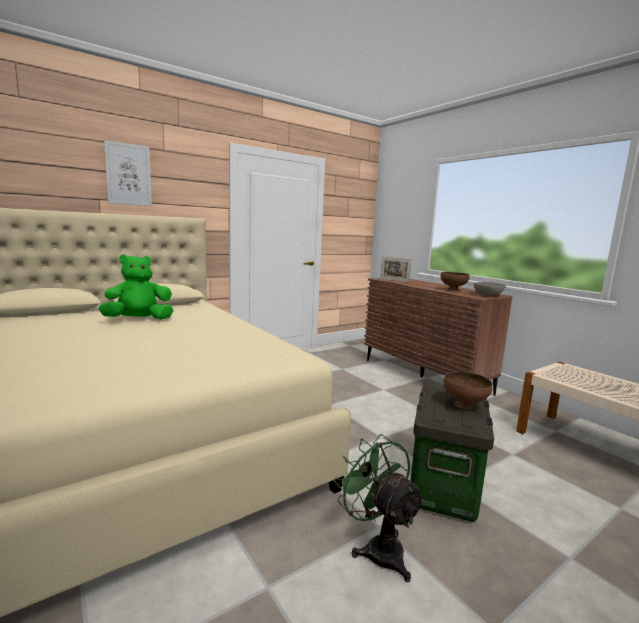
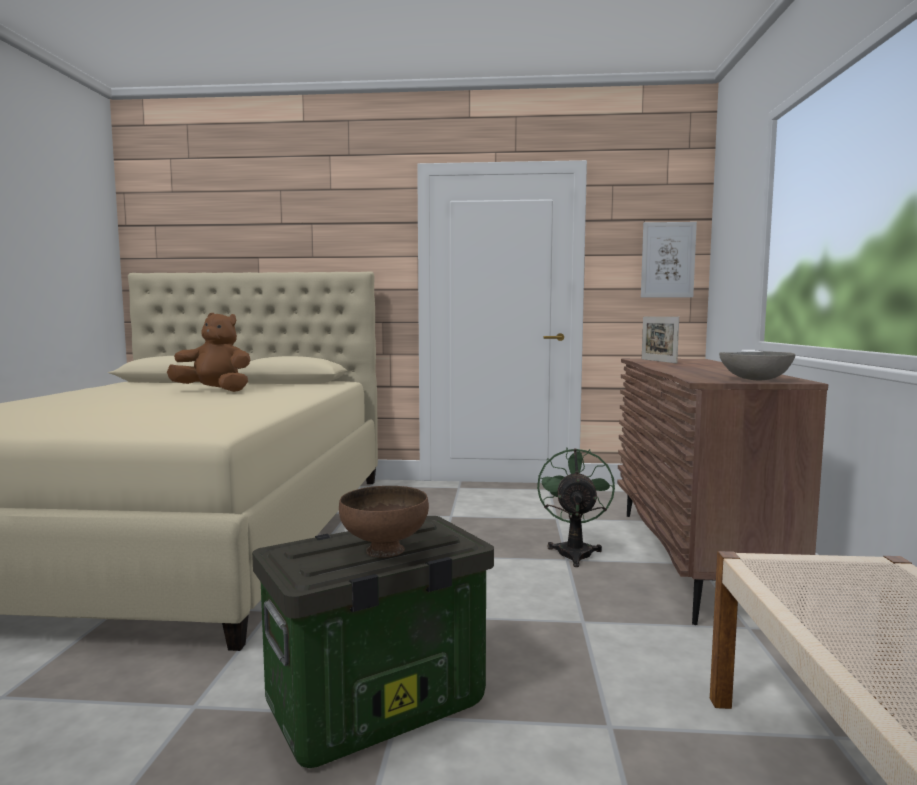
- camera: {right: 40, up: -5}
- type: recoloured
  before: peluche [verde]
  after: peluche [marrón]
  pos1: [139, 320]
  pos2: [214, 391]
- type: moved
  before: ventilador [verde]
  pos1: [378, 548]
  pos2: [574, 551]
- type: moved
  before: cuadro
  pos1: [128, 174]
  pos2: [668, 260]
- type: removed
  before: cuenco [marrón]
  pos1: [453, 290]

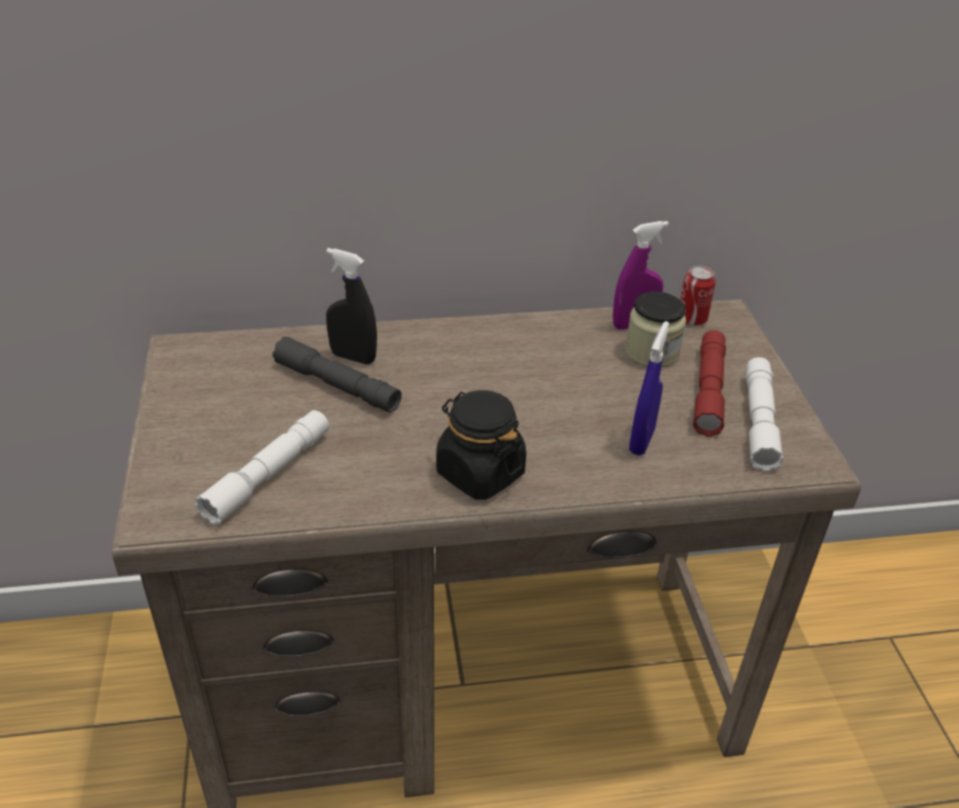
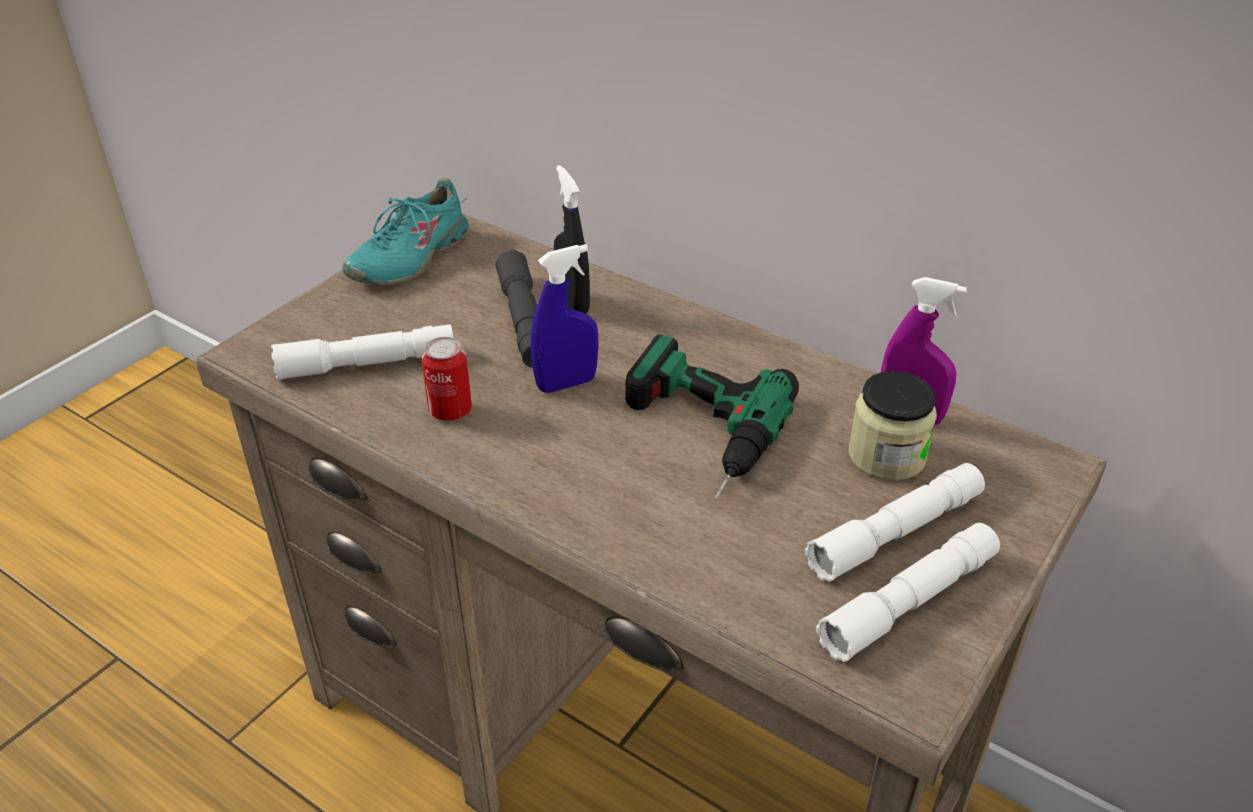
- camera: {right: 45, up: 0}
- type: added
  after: zapato [turquesa]
  pos2: [409, 258]
- type: moved
  before: lata
  pos1: [692, 319]
  pos2: [450, 410]
- type: moved
  before: pulverizador [azul]
  pos1: [641, 441]
  pos2: [566, 384]
- type: added
  after: taladro
  pos2: [693, 433]
- type: recoloured
  before: linterna [rojo]
  after: linterna [blanco]
  pos1: [708, 391]
  pos2: [895, 533]
- type: removed
  before: tarro [negro]
  pos1: [479, 473]

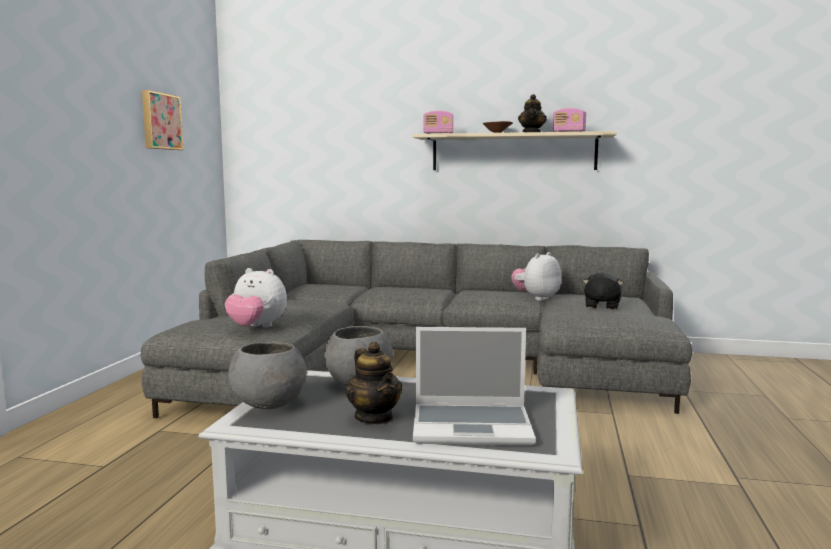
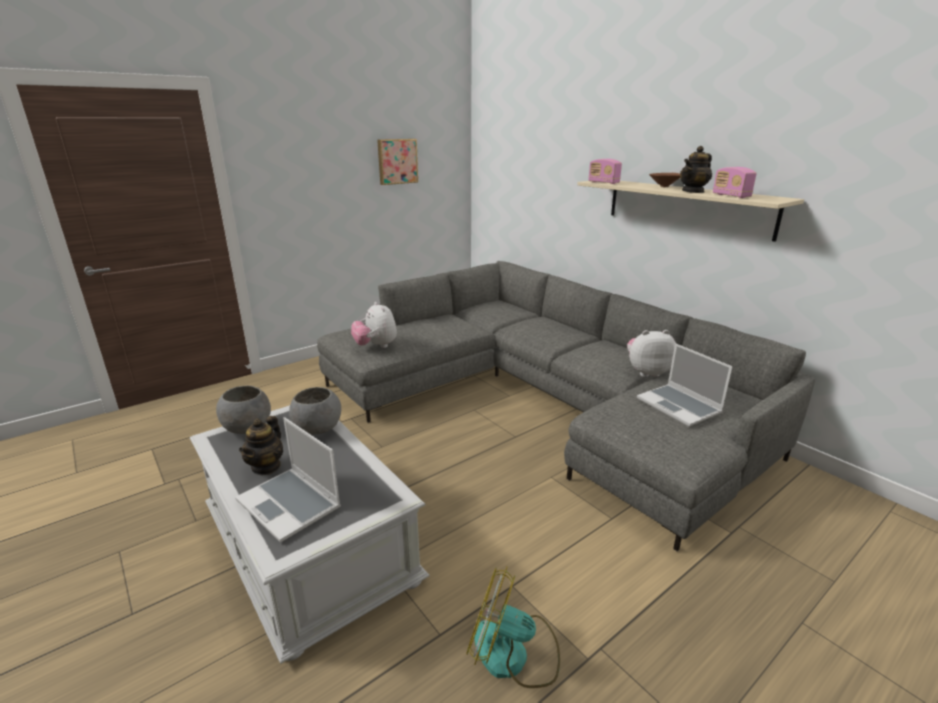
- camera: {right: 40, up: 15}
- type: added
  after: ventilador
  pos2: [513, 654]
- type: replaced
  before: peluche [negro]
  after: portátil
  pos1: [601, 306]
  pos2: [679, 406]

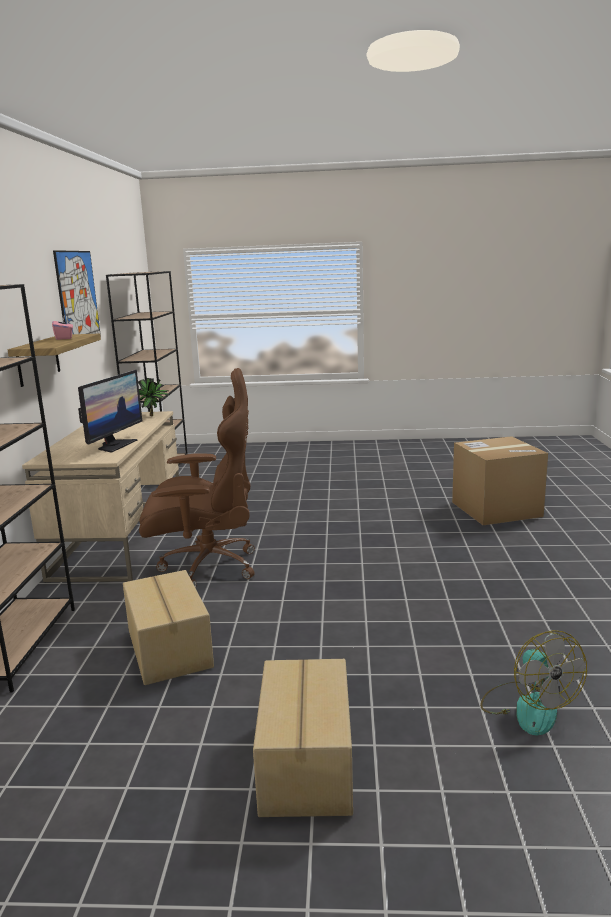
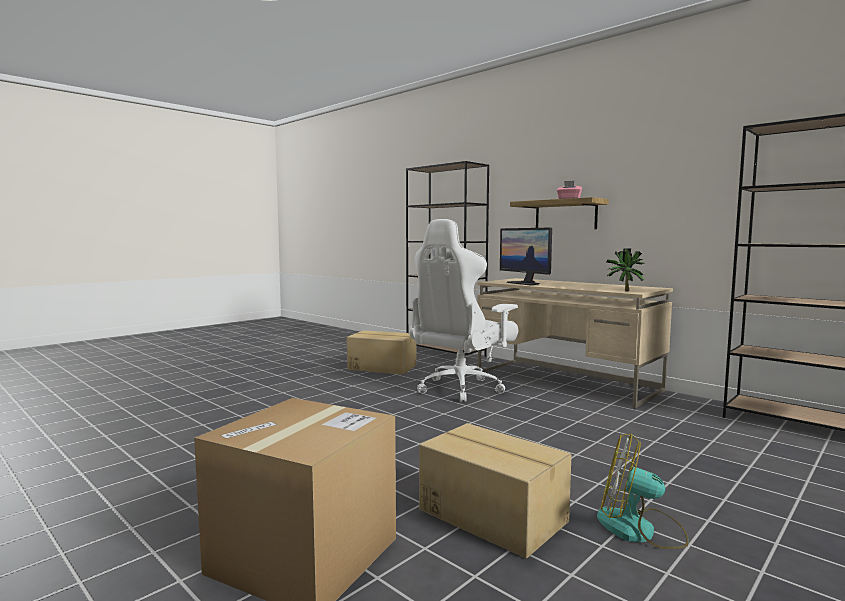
- camera: {right: 130, up: -10}
- type: recoloured
  before: silla de oficina [marrón]
  after: silla de oficina [blanco]
  pos1: [203, 568]
  pos2: [463, 387]
- type: moved
  before: caja de cartón
  pos1: [304, 763]
  pos2: [493, 515]
- type: moved
  before: ventilador
  pos1: [527, 707]
  pos2: [639, 529]
- type: removed
  before: cuadro
  pos1: [78, 297]

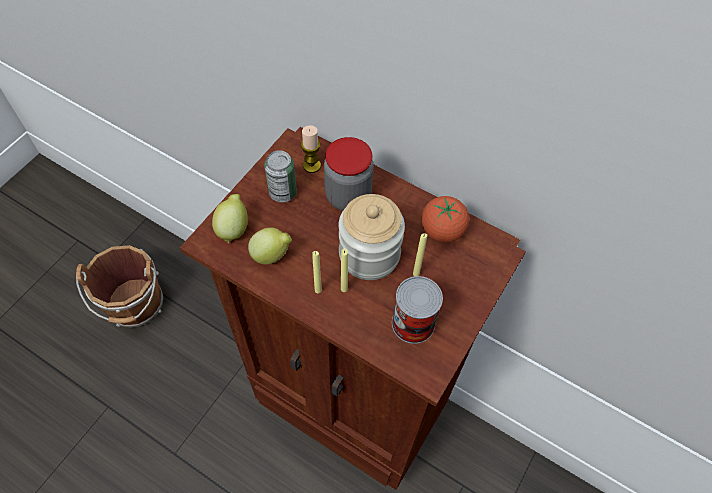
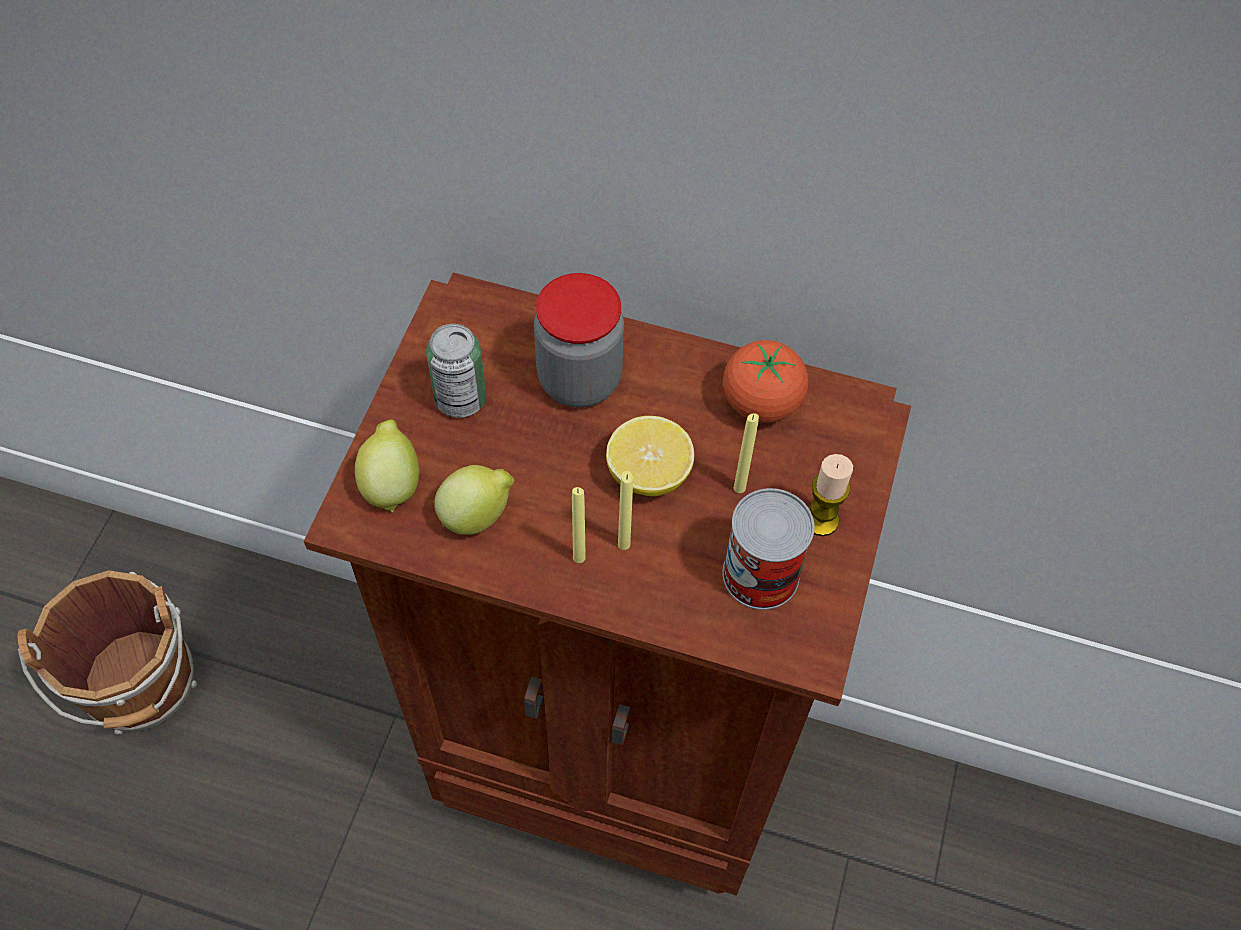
- camera: {right: -15, up: 0}
- type: replaced
  before: tarro
  after: limón
  pos1: [369, 254]
  pos2: [649, 473]
- type: moved
  before: vela
  pos1: [311, 165]
  pos2: [820, 520]

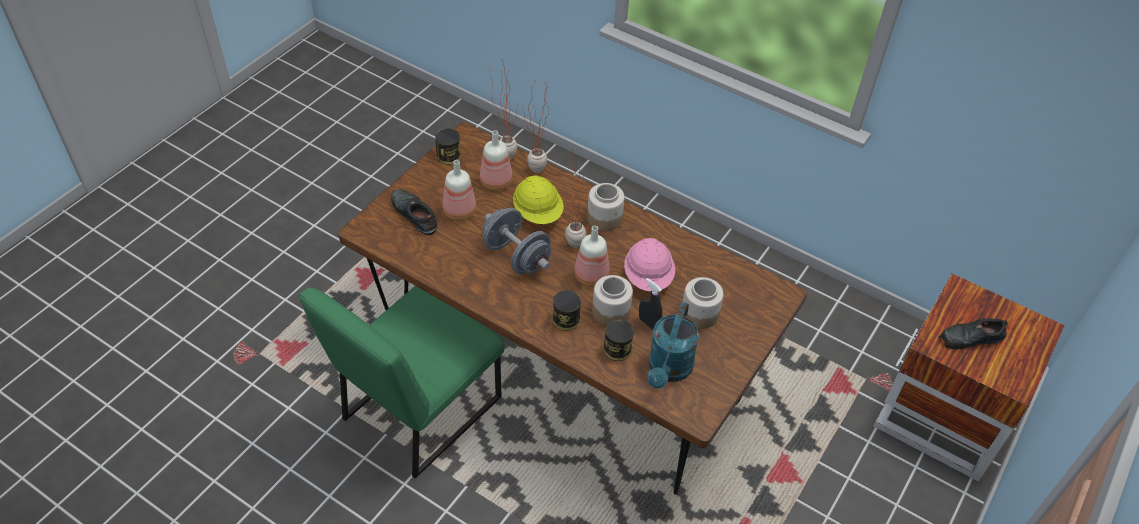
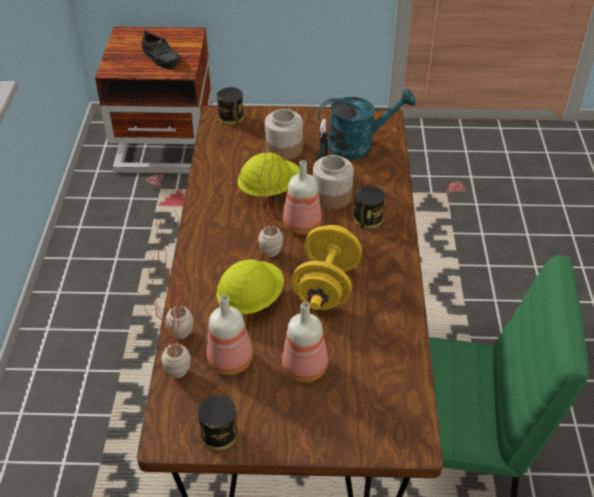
- camera: {right: -120, up: -5}
- type: moved
  before: lata
  pos1: [617, 349]
  pos2: [231, 117]
- type: recoloured
  before: casco [rosa]
  after: casco [amarillo]
  pos1: [648, 277]
  pos2: [269, 190]
- type: recoloured
  before: mancuerna [gris]
  after: mancuerna [amarillo]
  pos1: [516, 257]
  pos2: [326, 287]
- type: removed
  before: zapato [negro]
  pos1: [414, 214]
- type: removed
  before: tarro
  pos1: [605, 218]

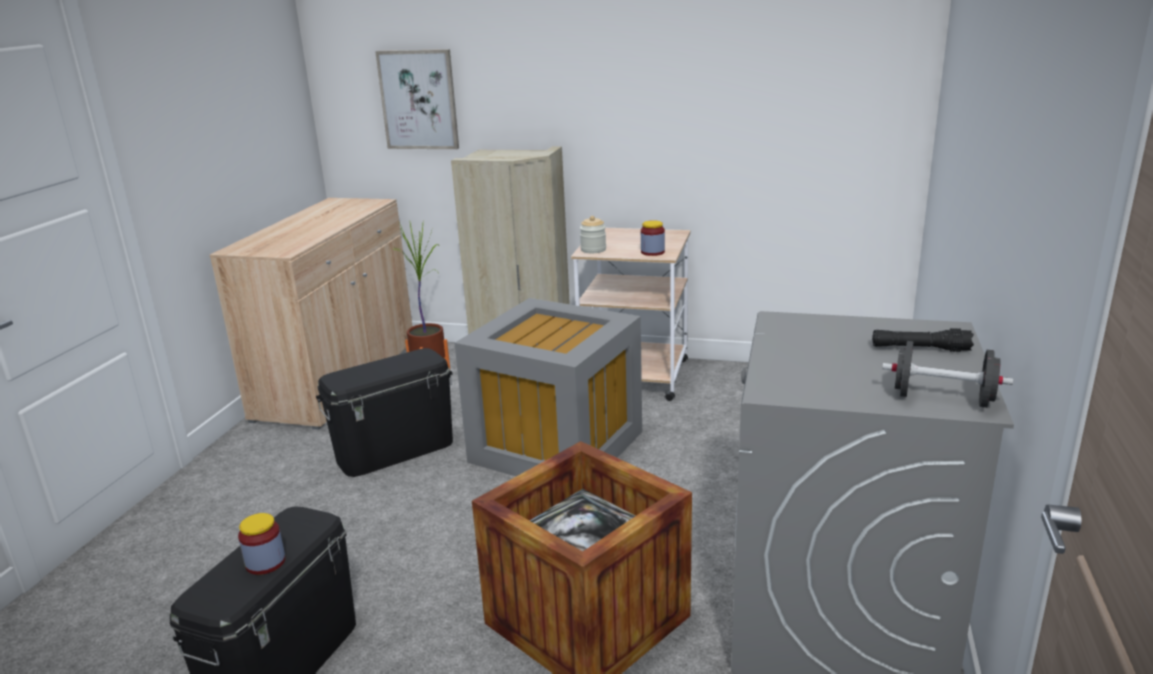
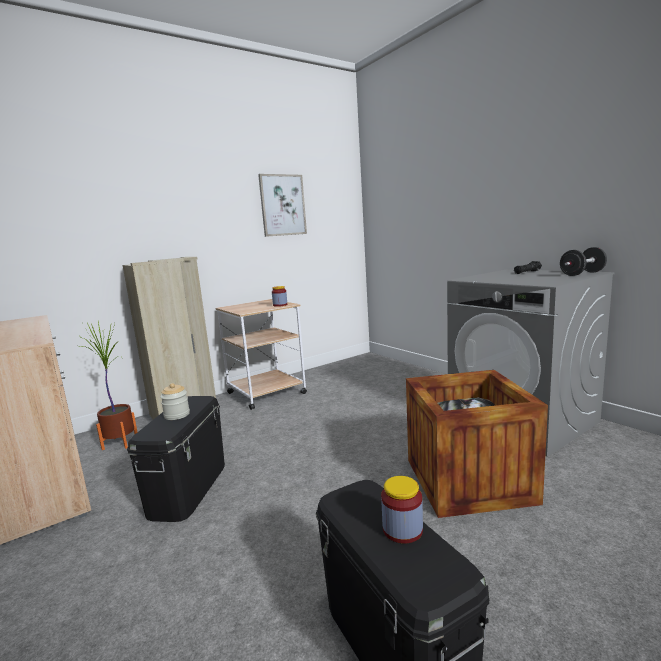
- camera: {right: -50, up: -10}
- type: moved
  before: tarro
  pos1: [593, 250]
  pos2: [177, 415]
- type: moved
  before: cuadro
  pos1: [419, 100]
  pos2: [282, 205]
- type: removed
  before: caja de almacenaje [gris]
  pos1: [559, 446]

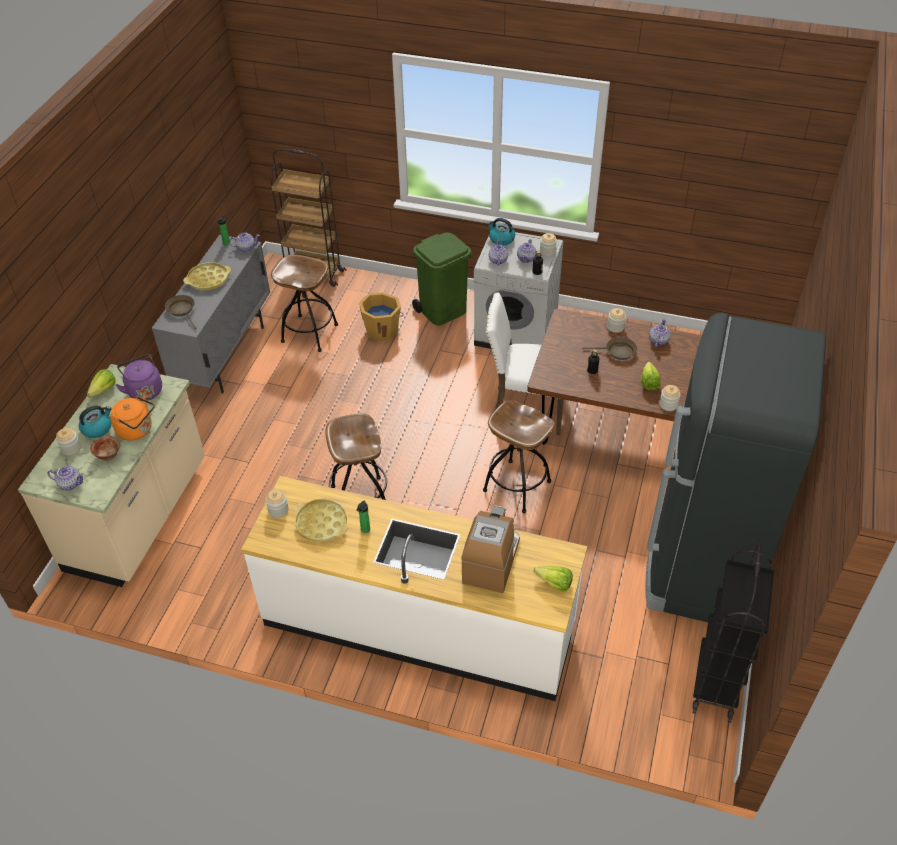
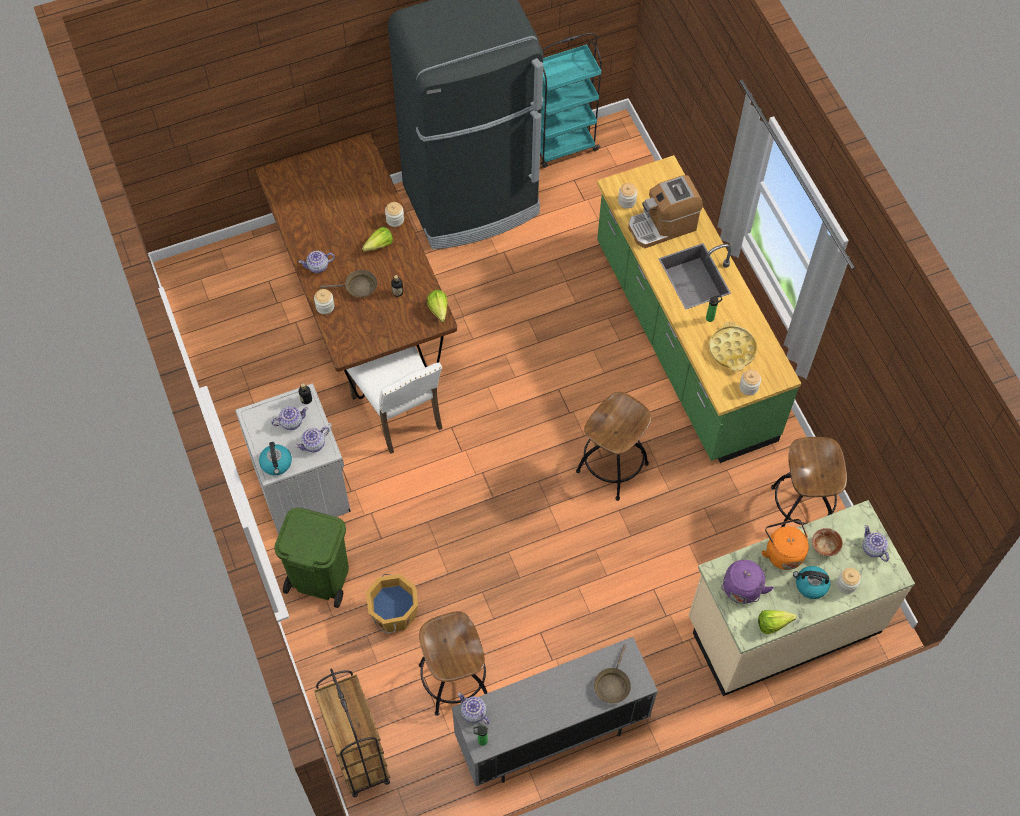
- camera: {right: -130, up: 15}
- type: turned
  before: sartén [marrón]
  pos1: [617, 352]
  pos2: [358, 287]
  turn: 120
- type: moved
  before: lechuga
  pos1: [551, 582]
  pos2: [438, 312]
- type: recoloured
  before: carrito [negro]
  after: carrito [turquesa]
  pos1: [716, 682]
  pos2: [563, 148]
- type: recoloured
  before: mueble bajo de cocina [blanco]
  after: mueble bajo de cocina [verde]
  pos1: [419, 624]
  pos2: [682, 342]
- type: moved
  before: tarro
  pos1: [547, 251]
  pos2: [626, 201]
- type: moved
  before: taburete [marrón]
  pos1: [516, 485]
  pos2: [801, 509]
- type: removed
  before: bandeja [amarillo]
  pos1: [208, 279]

